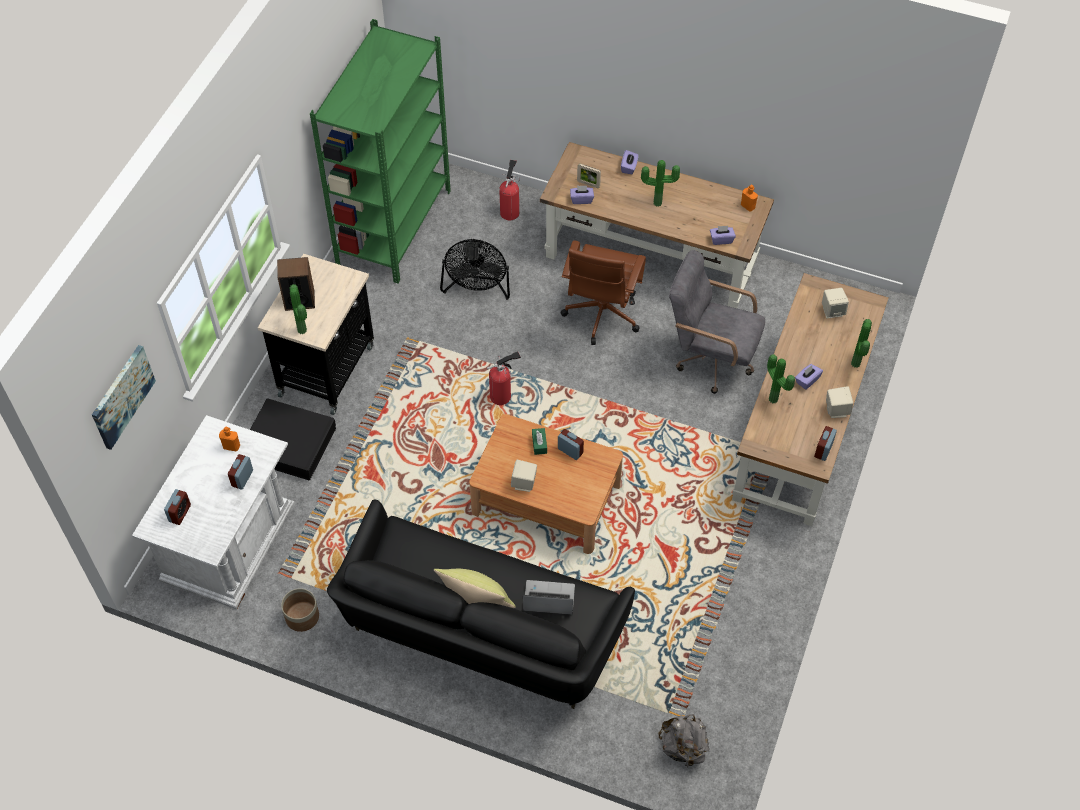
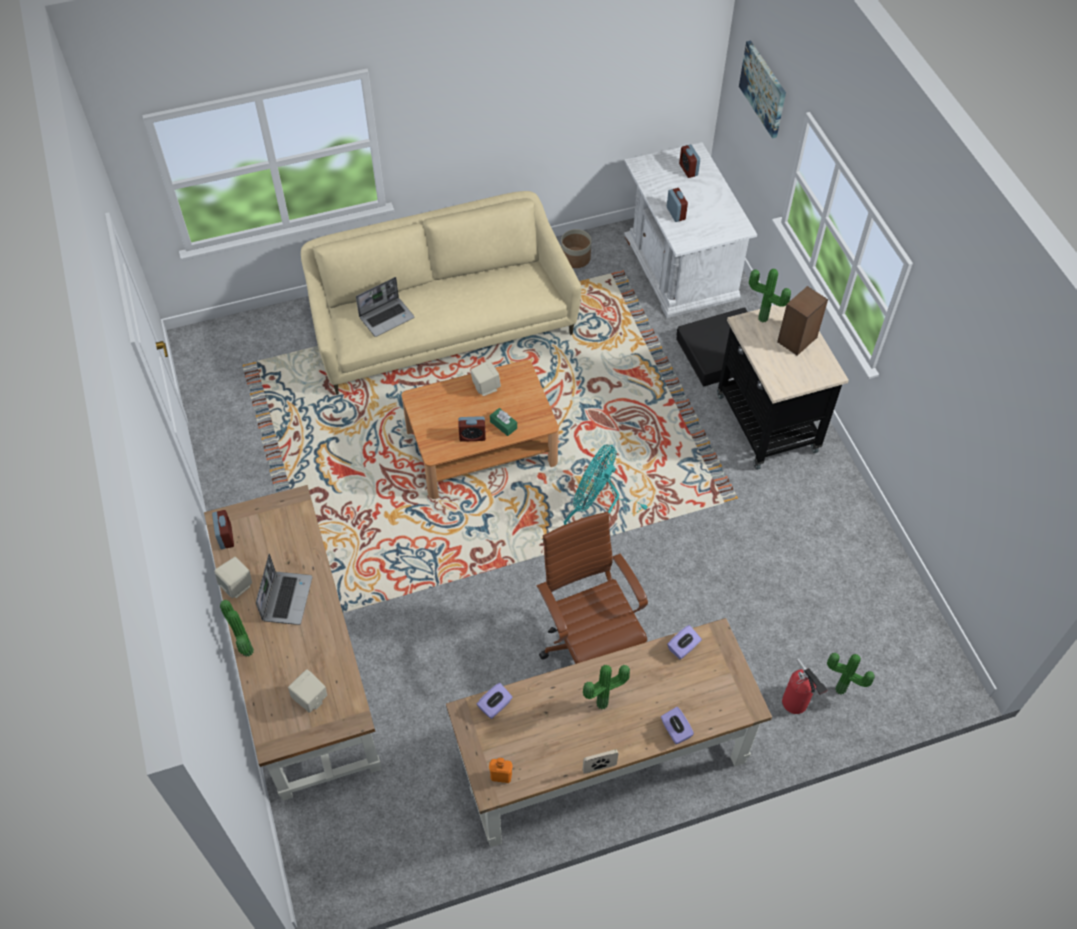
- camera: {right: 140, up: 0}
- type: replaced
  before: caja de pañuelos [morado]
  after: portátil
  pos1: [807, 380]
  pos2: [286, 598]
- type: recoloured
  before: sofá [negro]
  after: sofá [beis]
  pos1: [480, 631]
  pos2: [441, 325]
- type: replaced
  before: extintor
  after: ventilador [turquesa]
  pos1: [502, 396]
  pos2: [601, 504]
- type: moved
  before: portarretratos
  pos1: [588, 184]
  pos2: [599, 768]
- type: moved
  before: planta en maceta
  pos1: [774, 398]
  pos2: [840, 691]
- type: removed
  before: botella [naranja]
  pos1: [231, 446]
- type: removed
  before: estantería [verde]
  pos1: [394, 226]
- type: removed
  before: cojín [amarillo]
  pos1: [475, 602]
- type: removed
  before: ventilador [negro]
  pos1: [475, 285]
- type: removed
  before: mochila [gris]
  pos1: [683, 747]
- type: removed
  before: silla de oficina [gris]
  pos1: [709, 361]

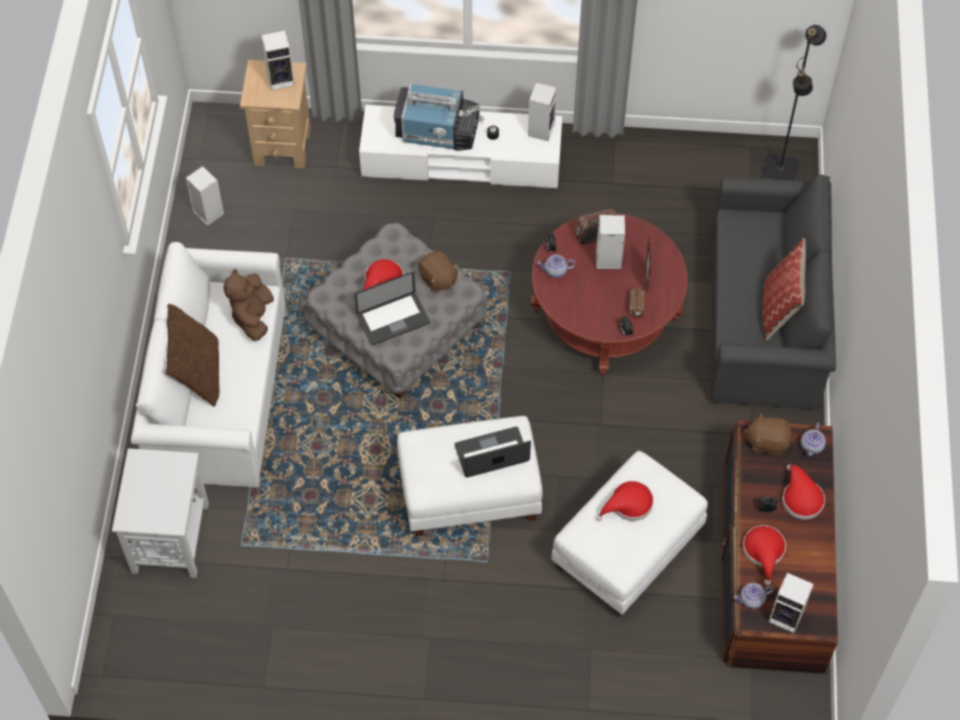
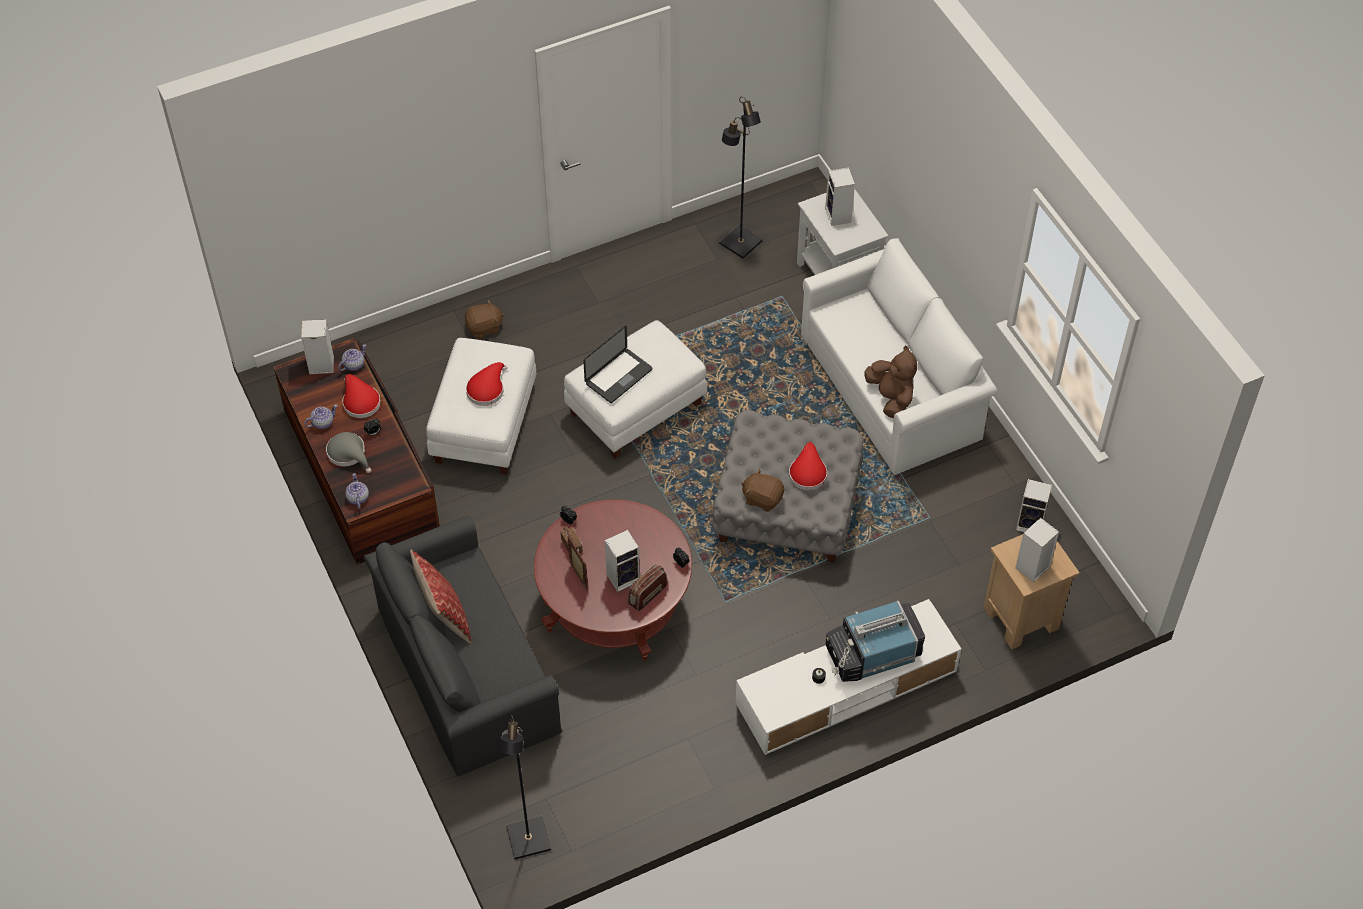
- camera: {right: 150, up: -5}
- type: moved
  before: tetera
  pos1: [555, 271]
  pos2: [323, 422]
- type: recoloured
  before: sombrero [rojo]
  after: sombrero [gris]
  pos1: [801, 497]
  pos2: [348, 454]
- type: moved
  before: peluche [marrón]
  pos1: [767, 441]
  pos2: [484, 328]
- type: added
  after: lámpara de pie [negro]
  pos2: [740, 242]
- type: moved
  before: altavoz
  pos1: [541, 129]
  pos2: [839, 216]
- type: removed
  before: cojín [marrón]
  pos1: [198, 373]
- type: removed
  before: portátil
  pos1: [393, 319]

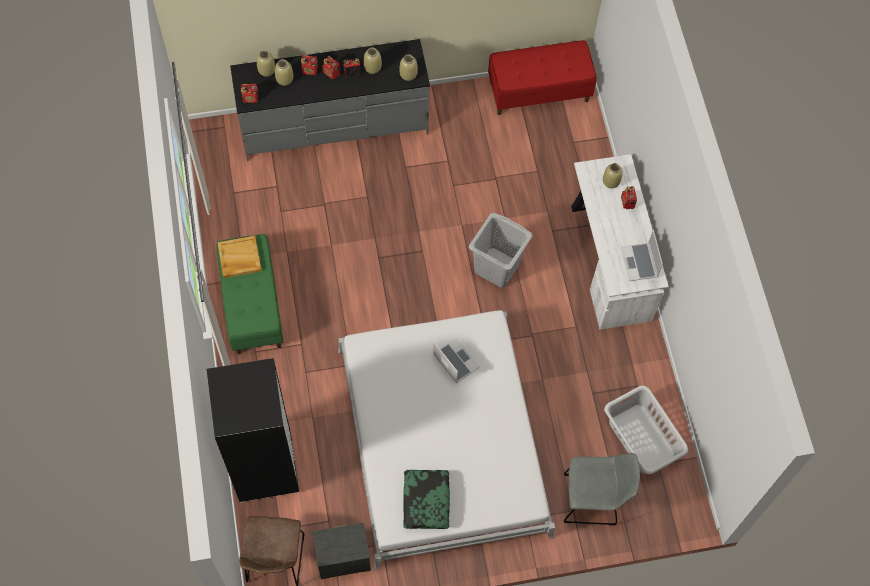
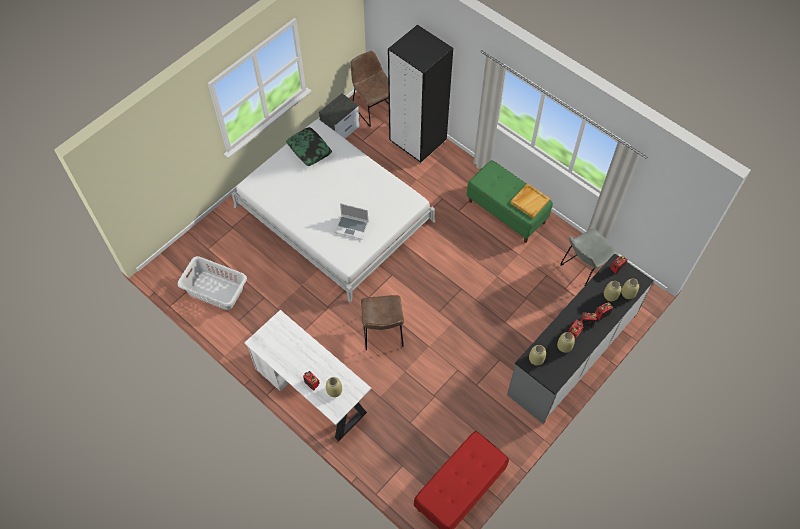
- camera: {right: 145, up: -5}
- type: replaced
  before: cesto de la ropa [gris]
  after: silla [marrón]
  pos1: [497, 267]
  pos2: [383, 334]
- type: moved
  before: silla [gris]
  pos1: [593, 499]
  pos2: [583, 270]
- type: removed
  before: portátil
  pos1: [640, 263]

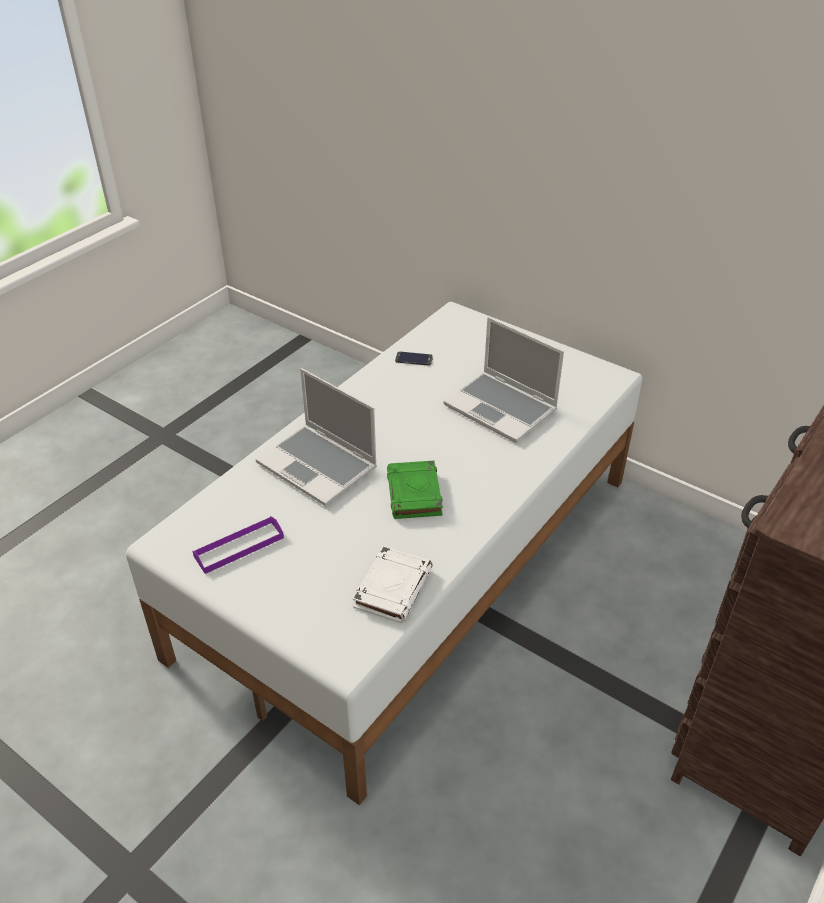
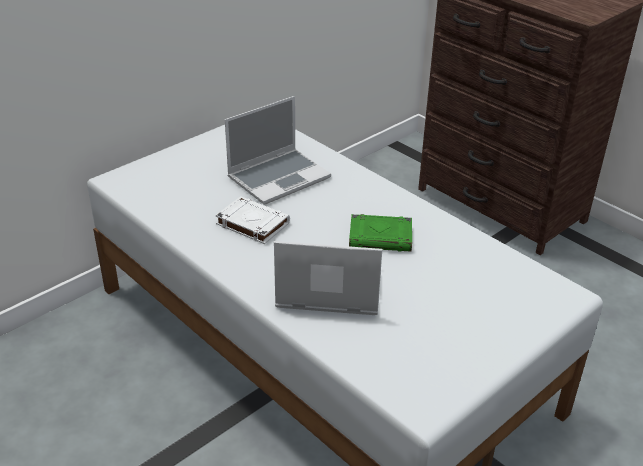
- camera: {right: -80, up: -5}
- type: moved
  before: libro [blanco]
  pos1: [393, 587]
  pos2: [252, 224]
- type: turned
  before: portátil
  pos1: [319, 466]
  pos2: [327, 289]
  turn: -135
- type: removed
  before: bandeja [morado]
  pos1: [239, 547]
- type: removed
  before: móvil
  pos1: [414, 359]

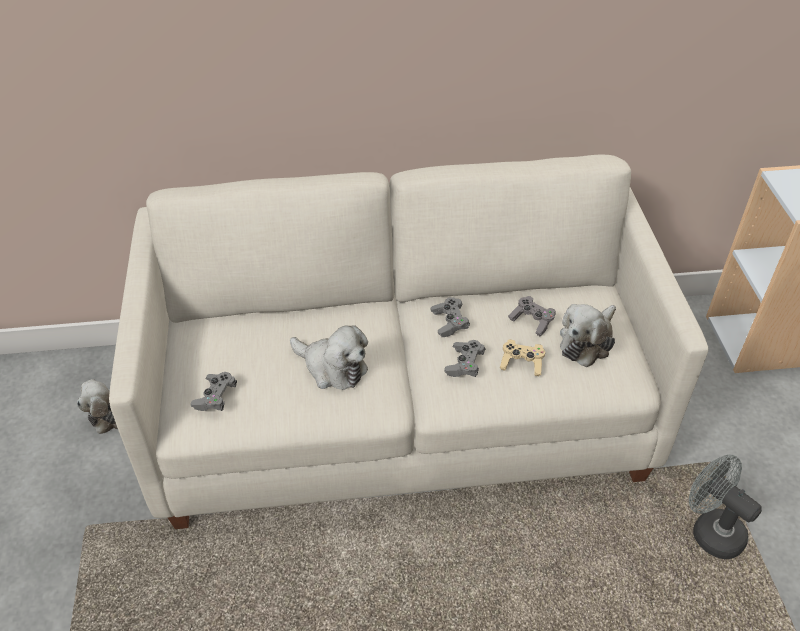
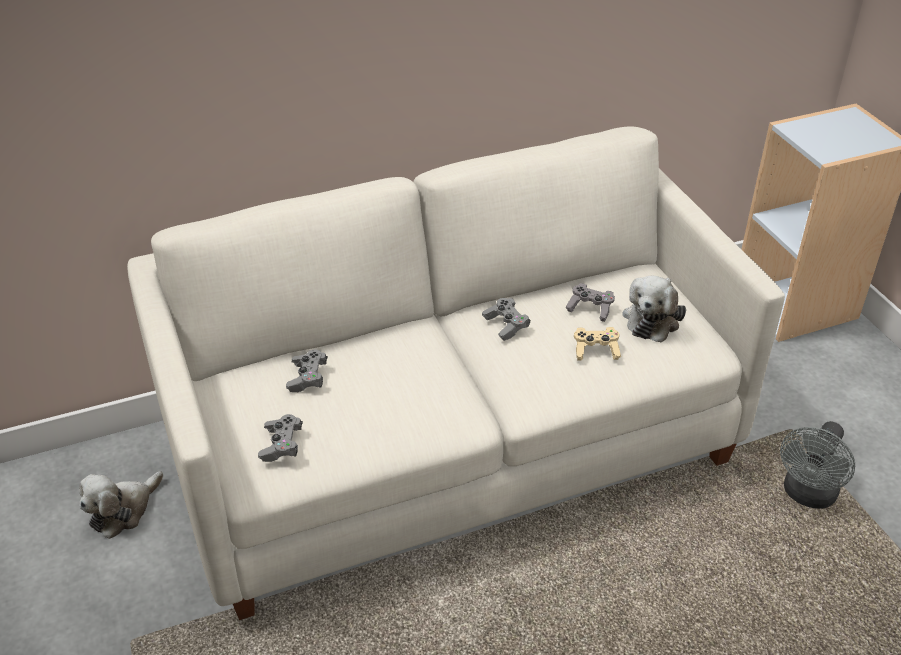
- camera: {right: -15, up: -5}
- type: moved
  before: mando de consola [gris]
  pos1: [464, 364]
  pos2: [307, 378]
- type: turned
  before: ventilador [gris]
  pos1: [710, 530]
  pos2: [807, 495]
  turn: -90
- type: removed
  before: peluche
  pos1: [332, 367]

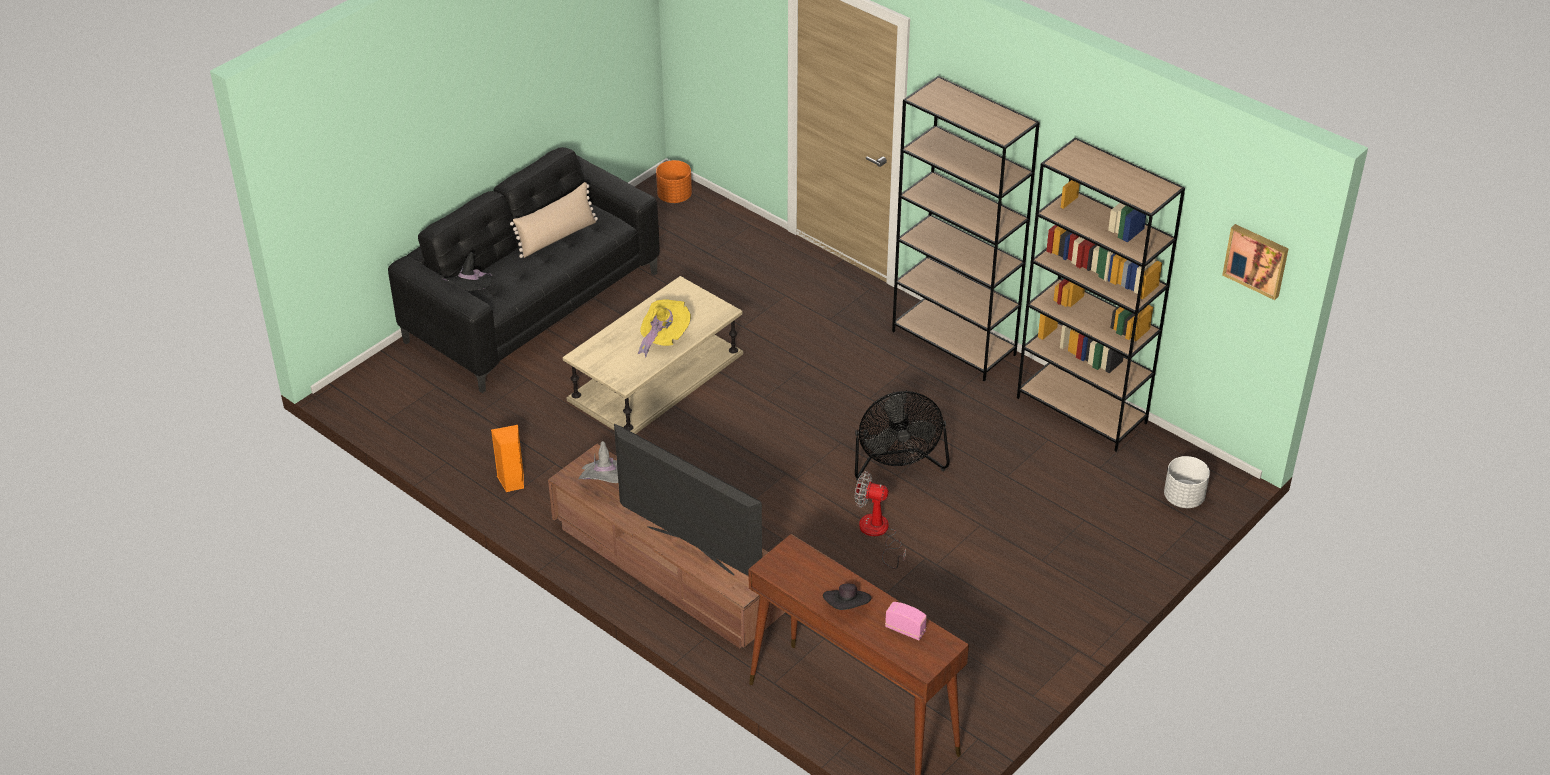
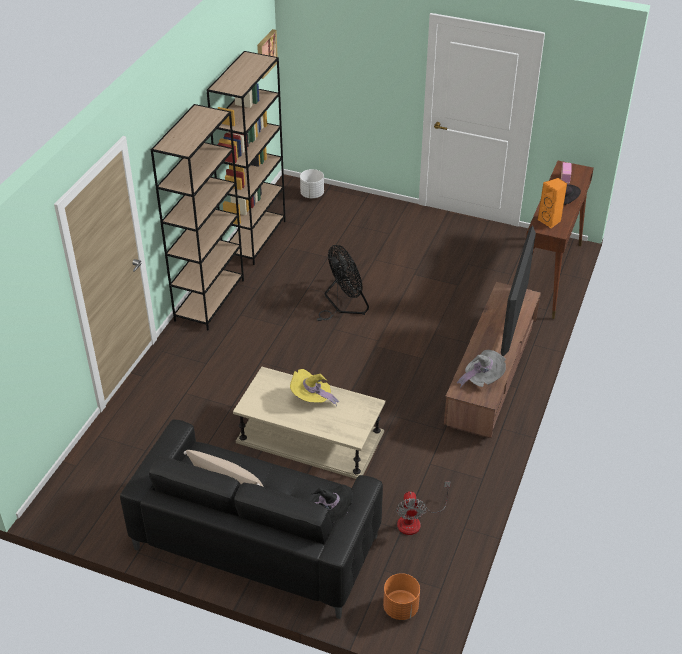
- camera: {right: -110, up: 0}
- type: moved
  before: maceta [naranja]
  pos1: [674, 197]
  pos2: [401, 608]
- type: moved
  before: ventilador
  pos1: [878, 533]
  pos2: [415, 520]
- type: moved
  before: altavoz [naranja]
  pos1: [512, 482]
  pos2: [550, 221]

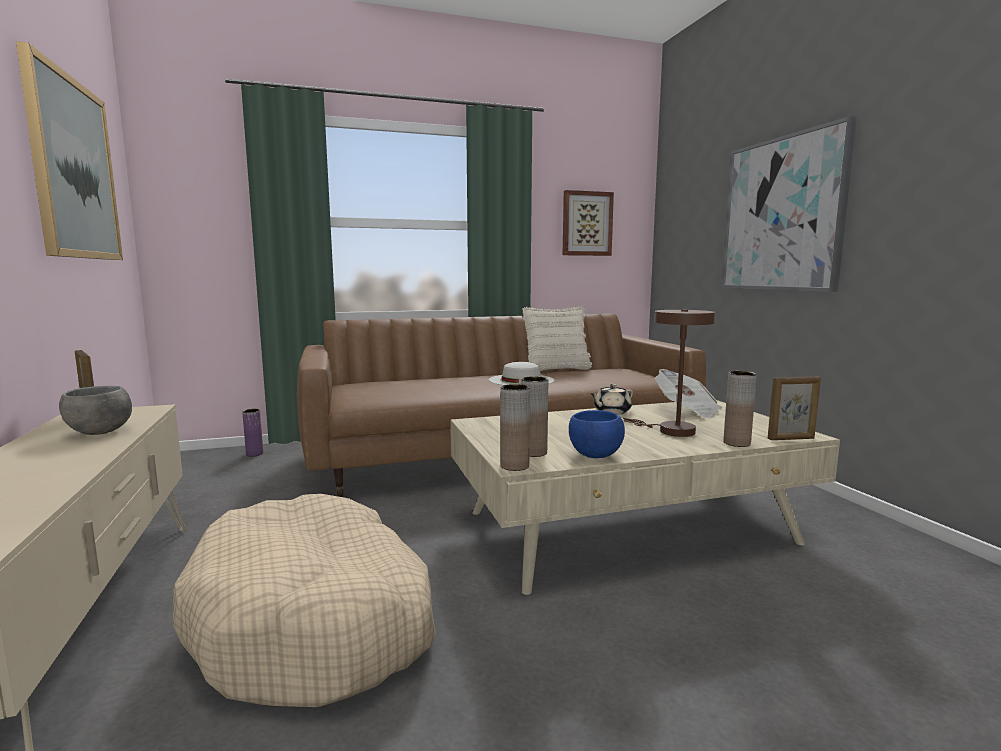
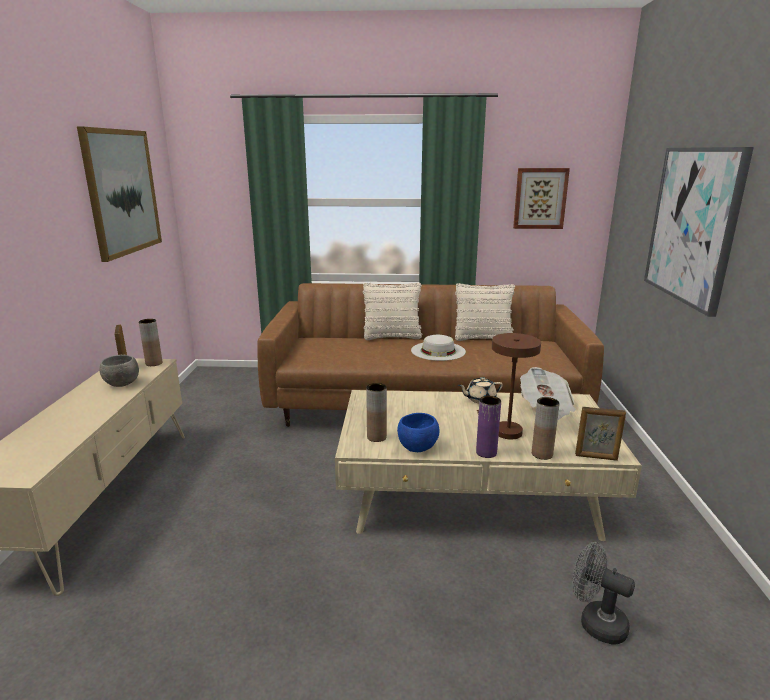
- camera: {right: 20, up: 10}
- type: moved
  before: florero [marrón]
  pos1: [514, 466]
  pos2: [154, 363]
- type: added
  after: cojín [beis]
  pos2: [392, 337]
- type: moved
  before: florero [morado]
  pos1: [254, 454]
  pos2: [486, 452]
- type: added
  after: ventilador [gris]
  pos2: [595, 622]
- type: removed
  before: cama para perro [beis]
  pos1: [315, 621]

